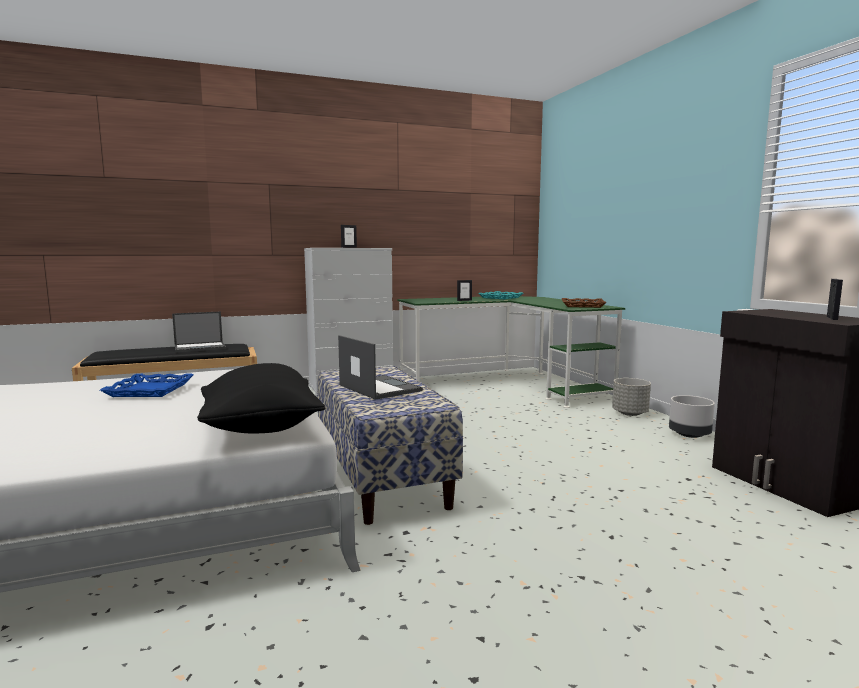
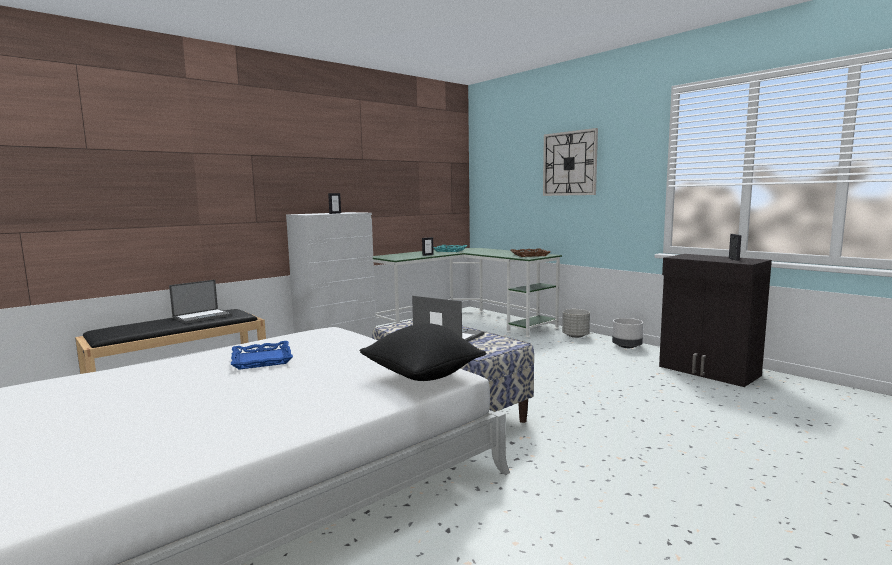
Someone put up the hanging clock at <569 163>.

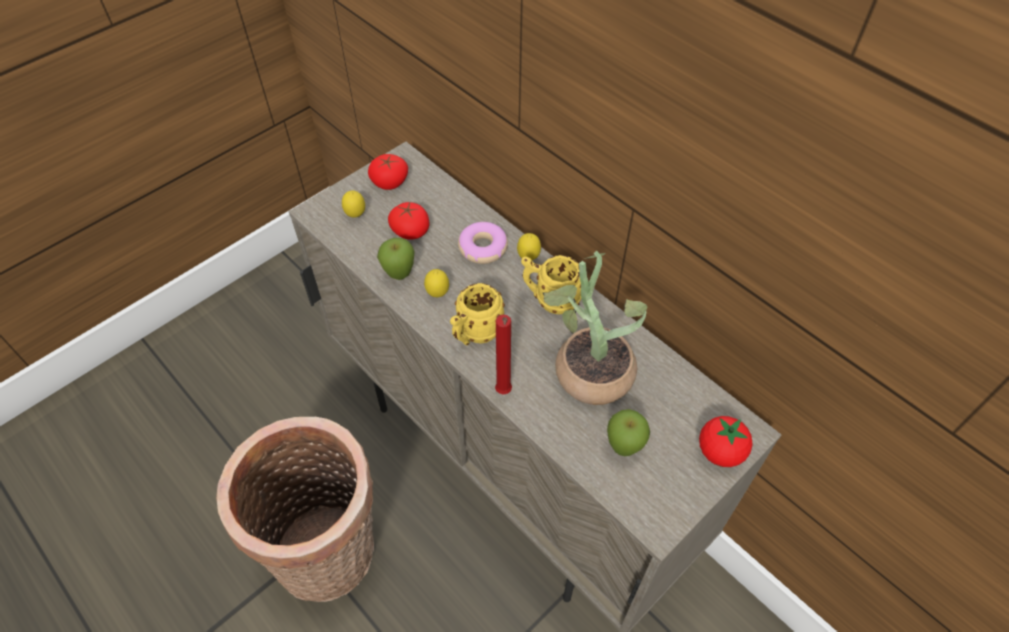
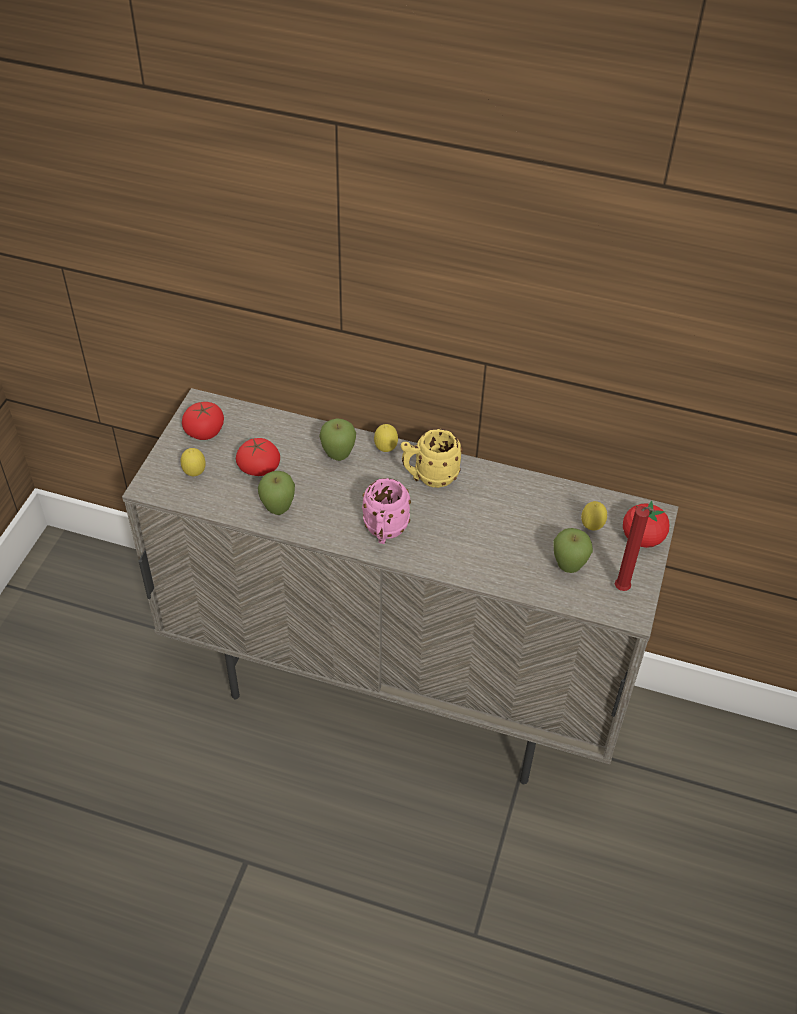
Someone took away the household basket at <331 555>.
Someone carried the lemon from <437 294> to <591 528>.
Someone repainted the mug (yellowish) at <475 334>, which became the mug (pink) at <384 532>.
Someone swapped the doughnut at <483 248> for the apple fruit at <338 457>.
Someone carried the candle (reddish) from <503 393> to <623 590>.
Someone took away the houseplant at <588 366>.

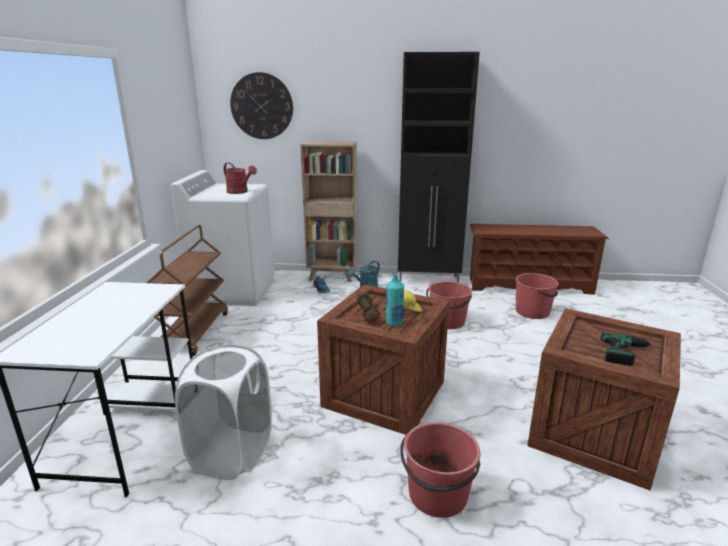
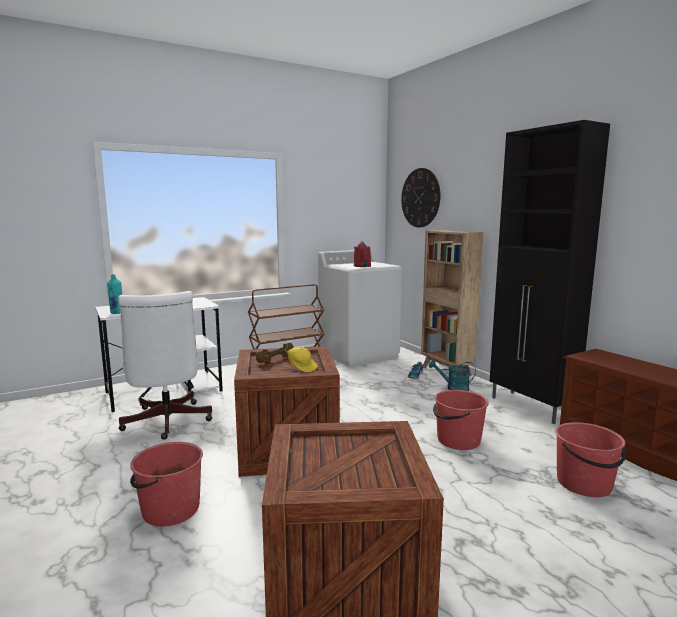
Someone swapped the washing basket (whitish) at <232 454> for the desk chair (whitish) at <166 423>.
Someone carried the drink bottle (turquoise) from <394 323> to <117 312>.
Someone took away the power drill at <632 354>.

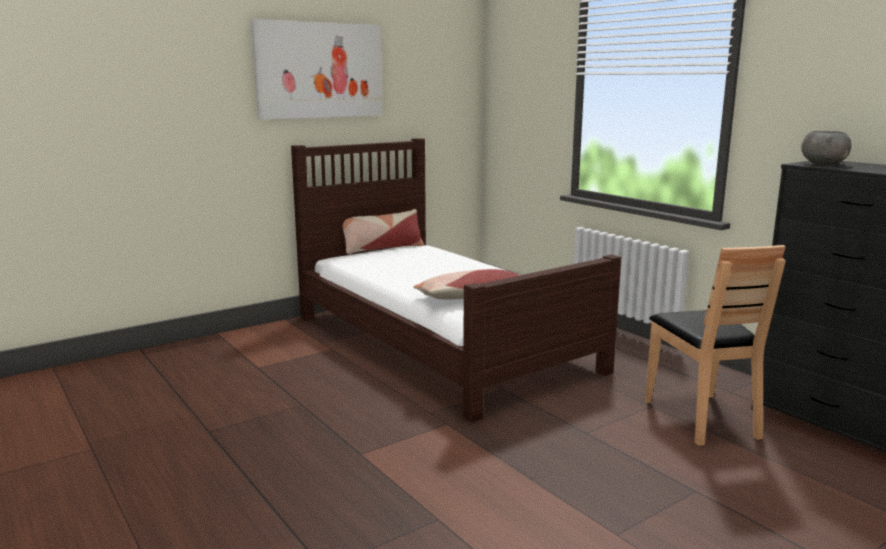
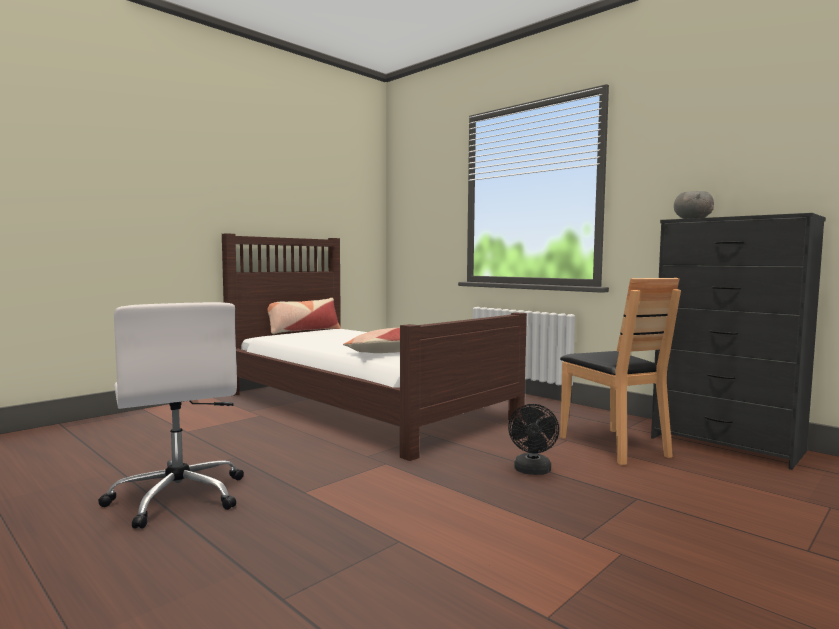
Someone took away the wall picture at <319 70>.
Someone put down the desk chair (whitish) at <178 497>.
Someone put down the electric fan (black) at <532 471>.

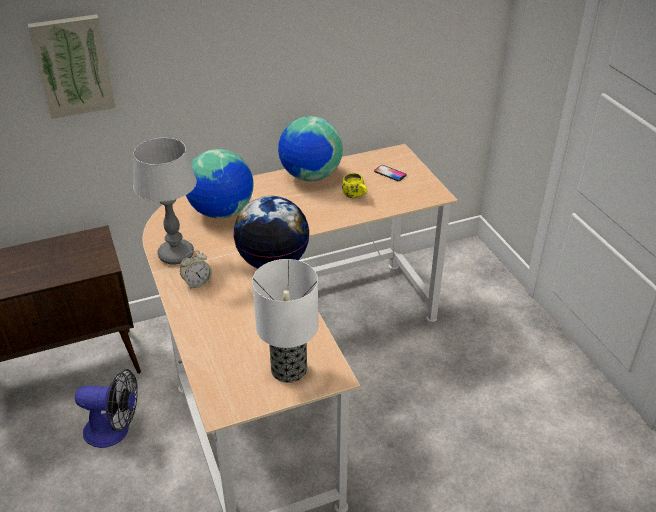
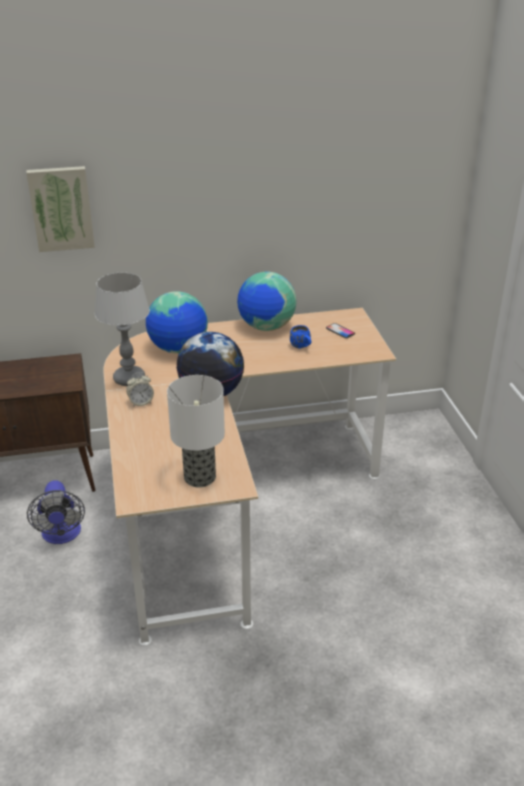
Someone rotated the electric fan at <114 430> by 60 degrees clockwise.
Someone repainted the mug (yellowish) at <355 196>, which became the mug (bluish) at <302 347>.

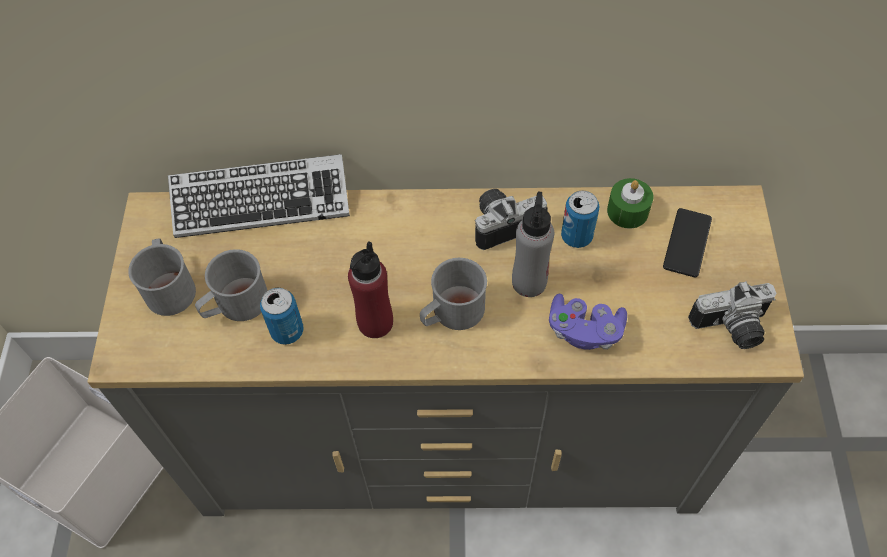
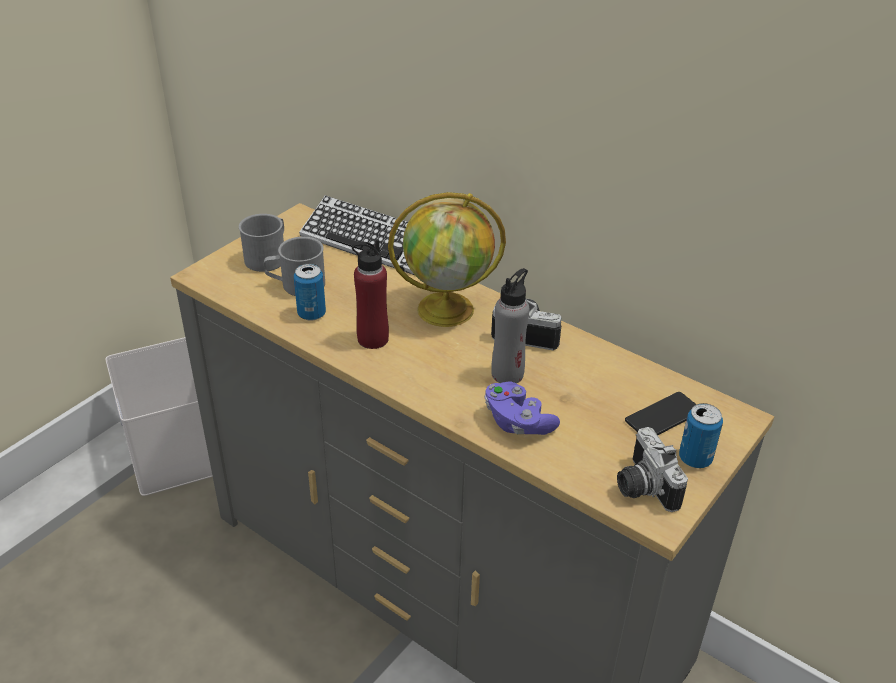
Someone took away the mug (gray) at <451 313>.
Someone carried the can from <576 236> to <695 458>.
Someone took away the candle (green) at <627 211>.
Someone rotated the still camera at <732 329> by 45 degrees clockwise.
Someone put down the globe at <447 309>.

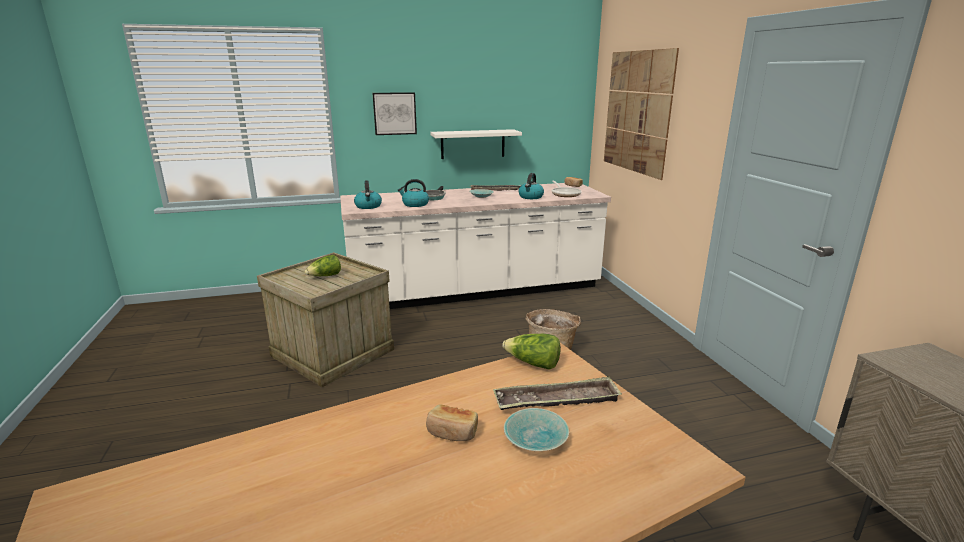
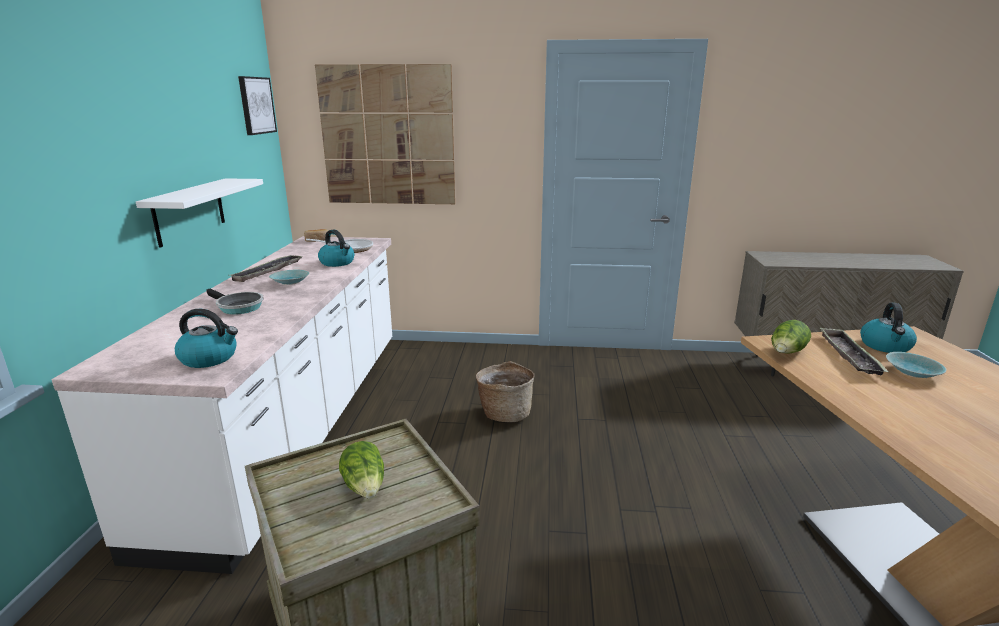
Someone carried the wall picture from <394 113> to <256 105>.
Someone carried the kettle from <415 204> to <885 346>.
Someone took away the bread at <452 432>.

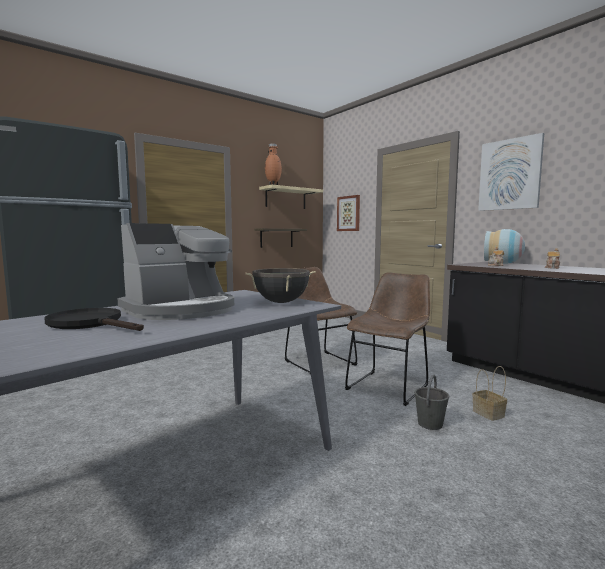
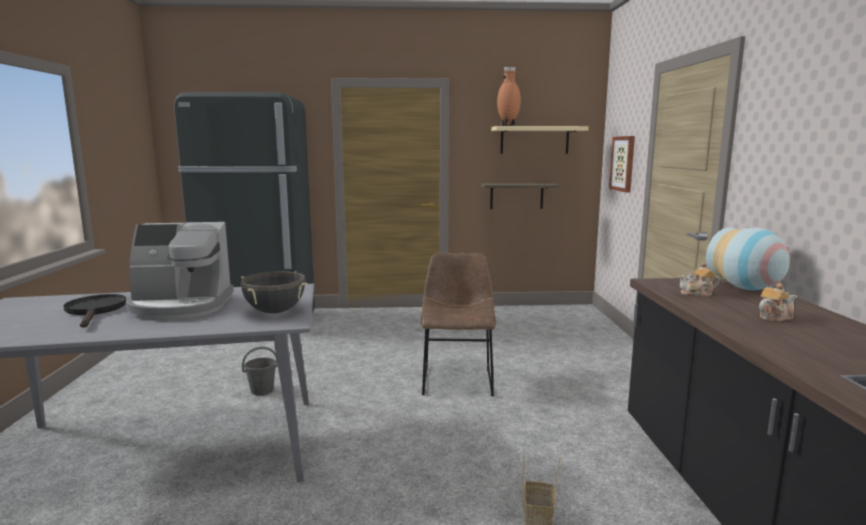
Someone took away the chair (brown-coloured) at <389 386>.
Someone carried the bucket (gray) from <430 424> to <262 390>.
Someone took away the wall picture at <510 174>.

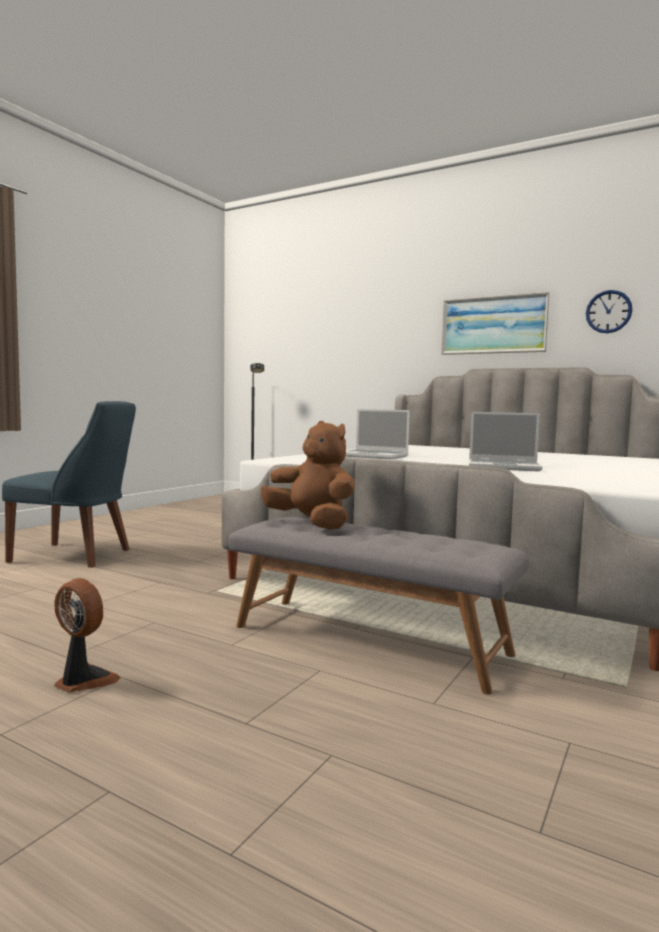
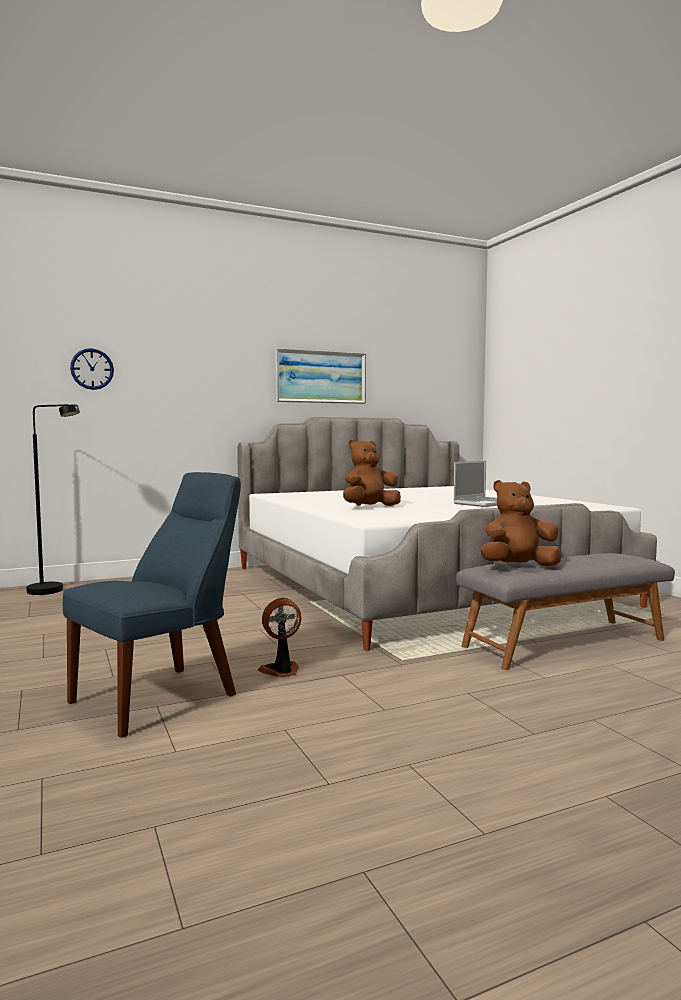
Someone carried the electric fan from <83 681> to <281 671>.
Someone swapped the portable computer at <374 456> for the plush toy (brown-coloured) at <369 507>.
Someone carried the hanging clock from <608 311> to <92 369>.

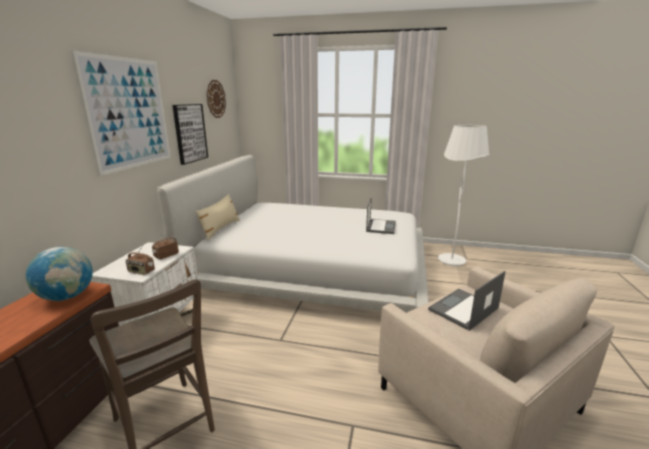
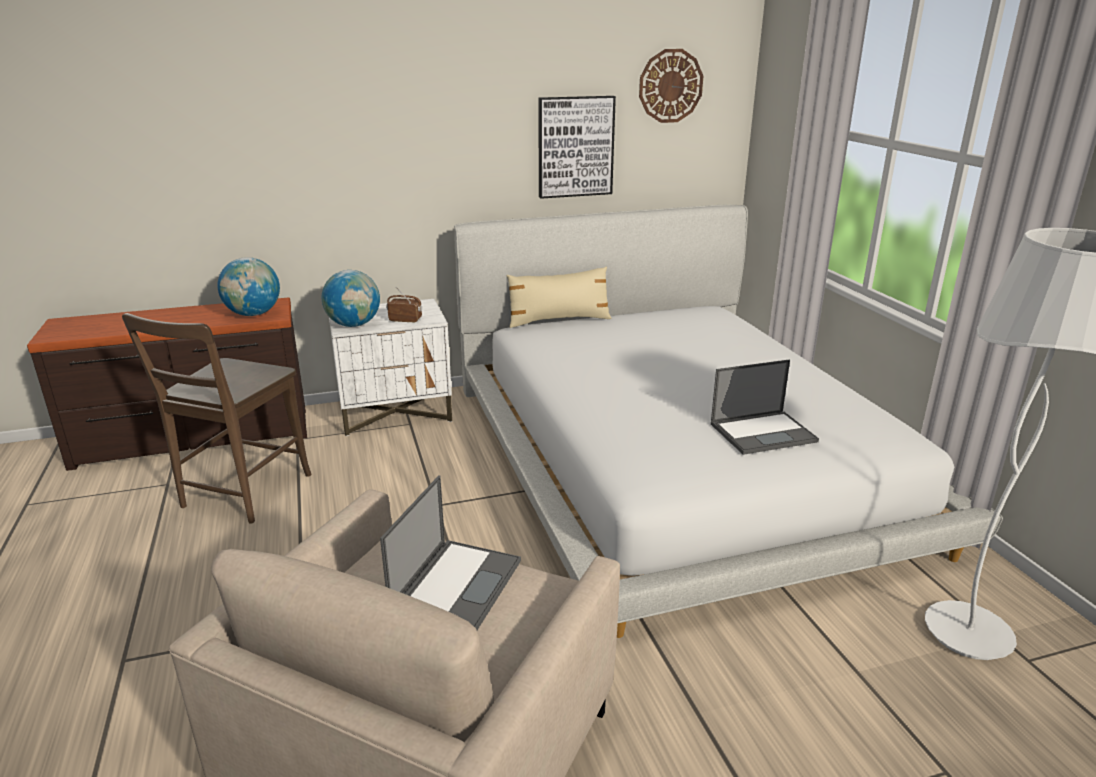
Someone took away the wall picture at <129 113>.
Someone swapped the radio at <141 272> for the globe at <354 325>.
Someone rotated the portable computer at <463 309> by 90 degrees clockwise.

